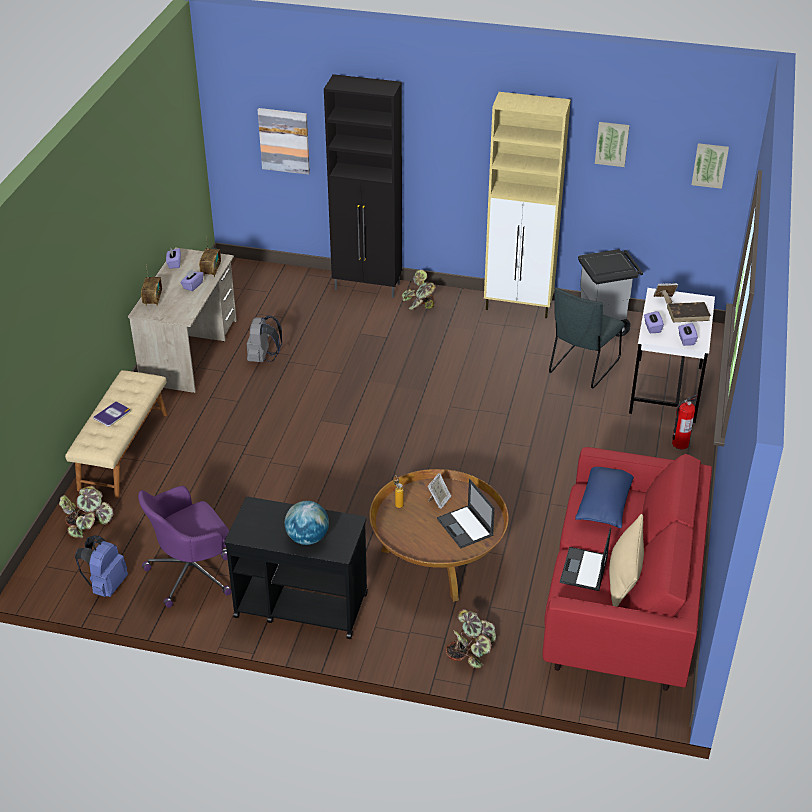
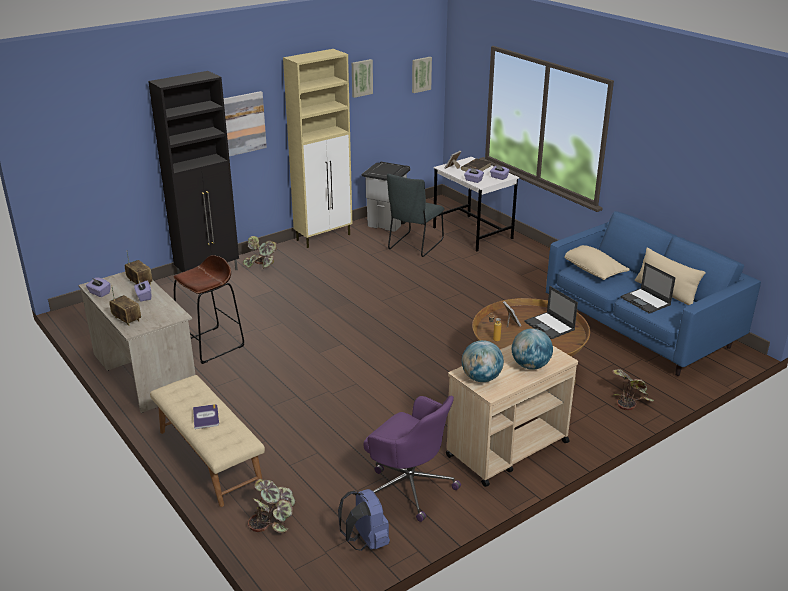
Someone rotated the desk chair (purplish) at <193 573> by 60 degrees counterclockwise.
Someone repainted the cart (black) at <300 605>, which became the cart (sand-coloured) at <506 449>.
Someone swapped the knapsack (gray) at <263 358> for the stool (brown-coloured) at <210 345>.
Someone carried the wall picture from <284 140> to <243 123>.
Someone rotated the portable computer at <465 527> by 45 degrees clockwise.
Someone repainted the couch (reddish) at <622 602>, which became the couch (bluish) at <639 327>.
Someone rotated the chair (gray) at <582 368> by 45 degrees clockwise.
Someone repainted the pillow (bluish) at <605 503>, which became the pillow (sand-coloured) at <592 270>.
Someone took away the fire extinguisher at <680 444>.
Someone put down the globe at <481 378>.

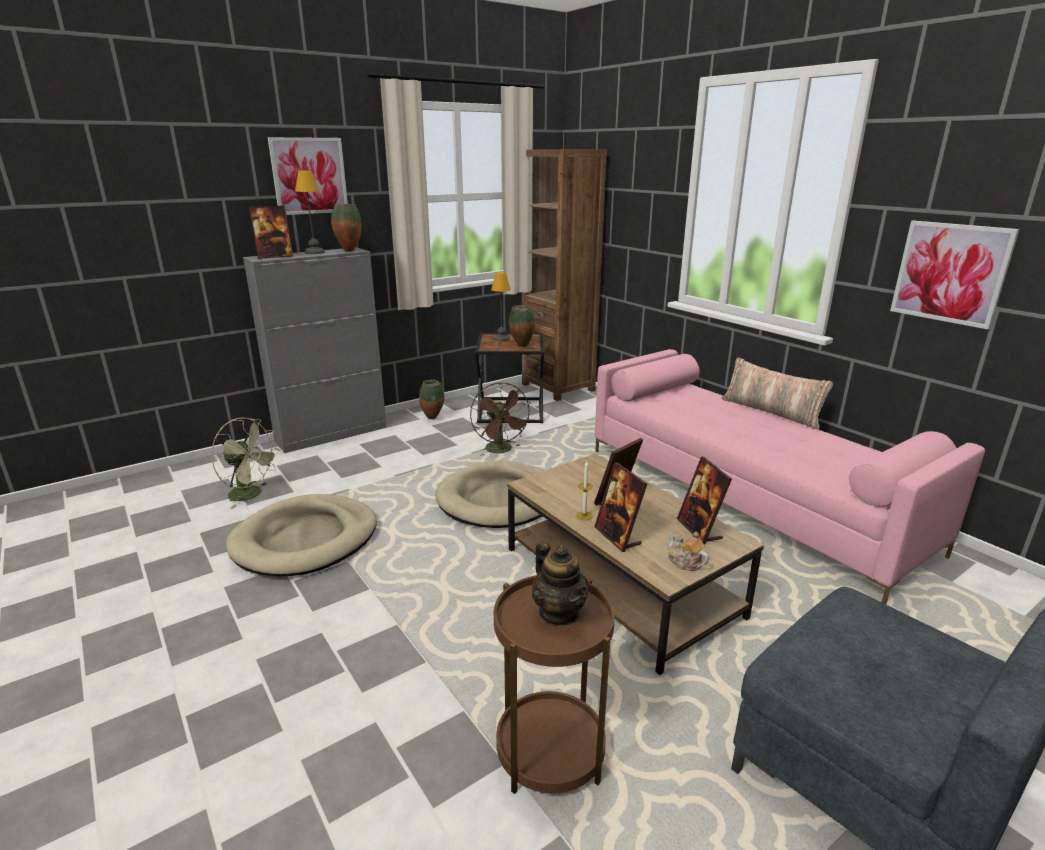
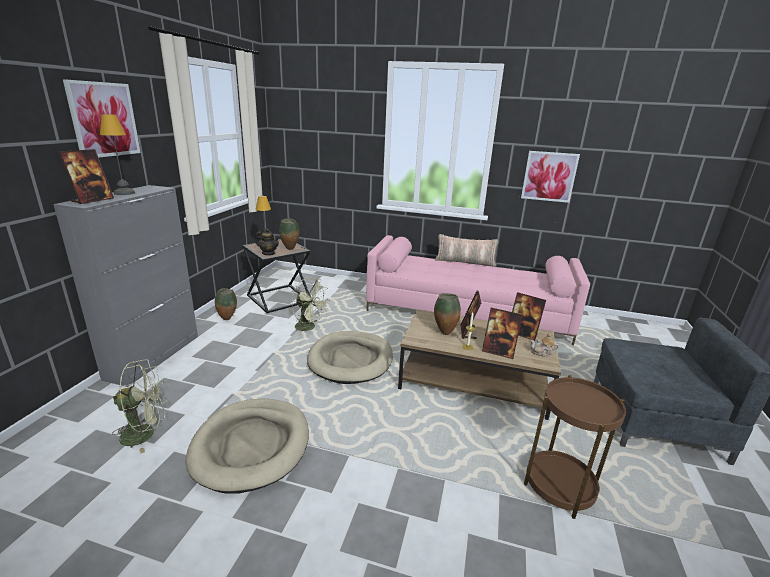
Someone carried the flower vase from <349 251> to <444 333>.
Someone repainted the electric fan (brown-coloured) at <501 451>, which became the electric fan (green) at <309 327>.
Someone took away the bookcase (brown-coloured) at <558 387>.
Someone carried the teapot from <559 612> to <268 253>.

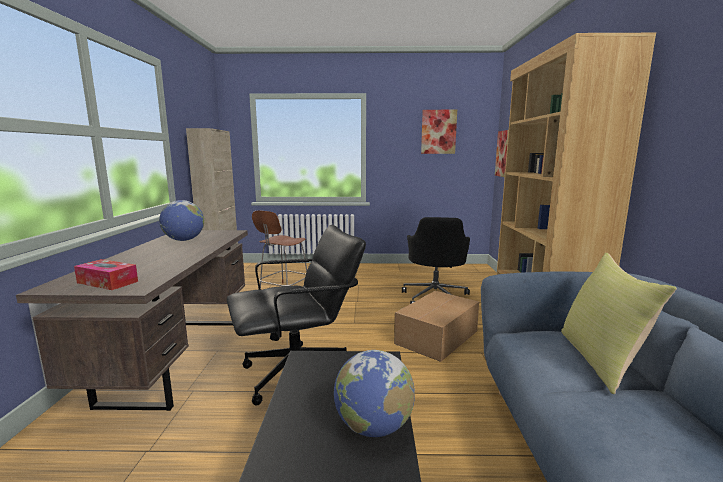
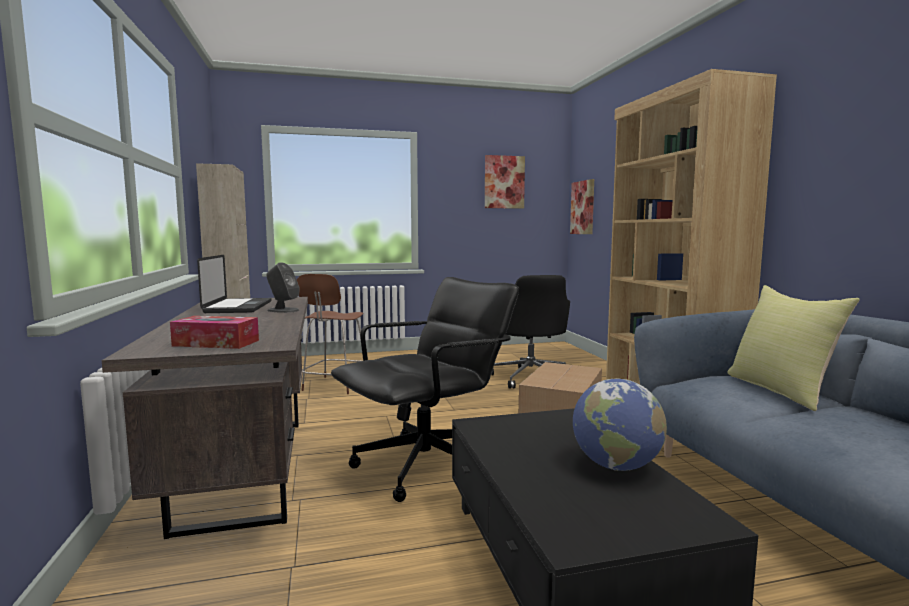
Someone swapped the globe at <184 240> for the portable computer at <238 307>.
Someone put down the speaker (gray) at <283 310>.

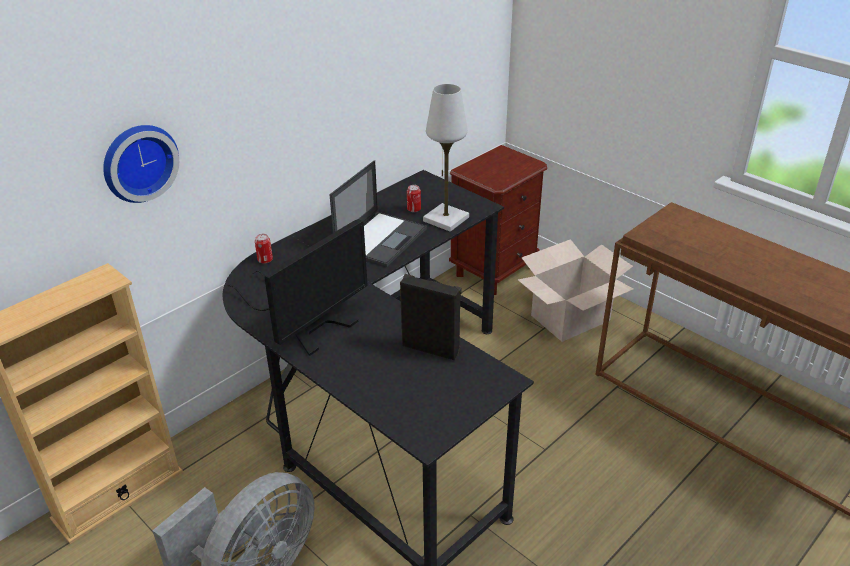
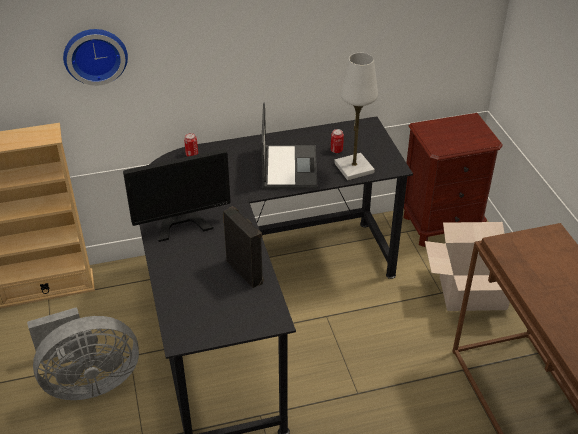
Someone rotated the portable computer at <381 238> by 60 degrees counterclockwise.

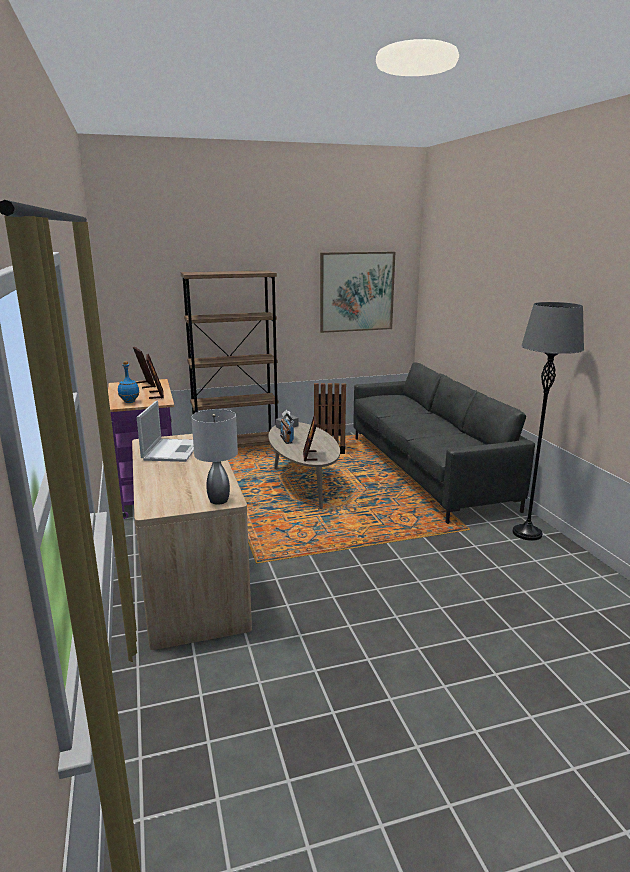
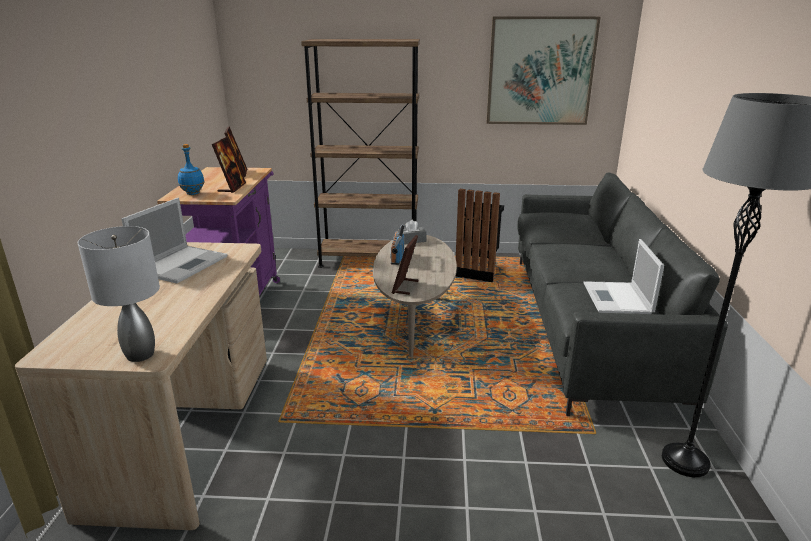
Someone put down the portable computer at <617 299>.

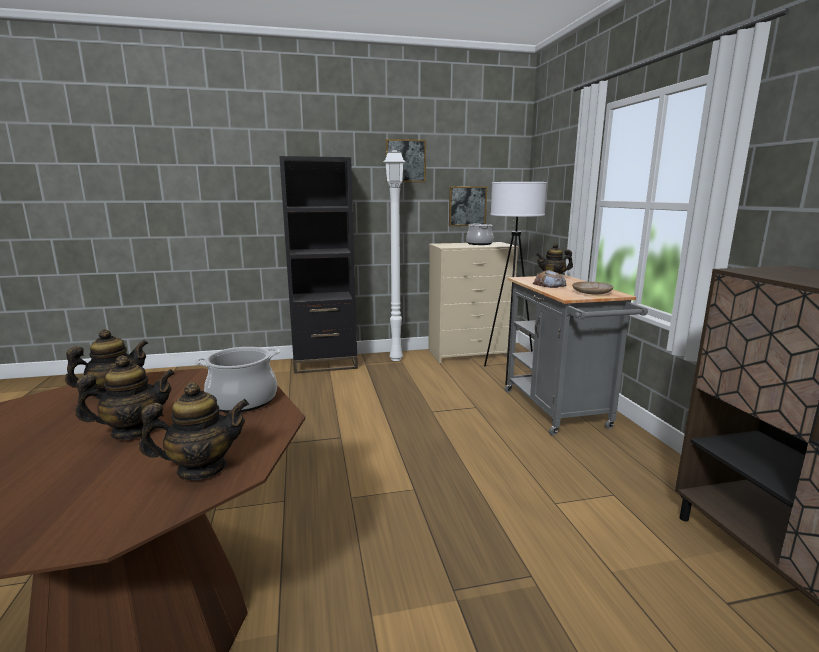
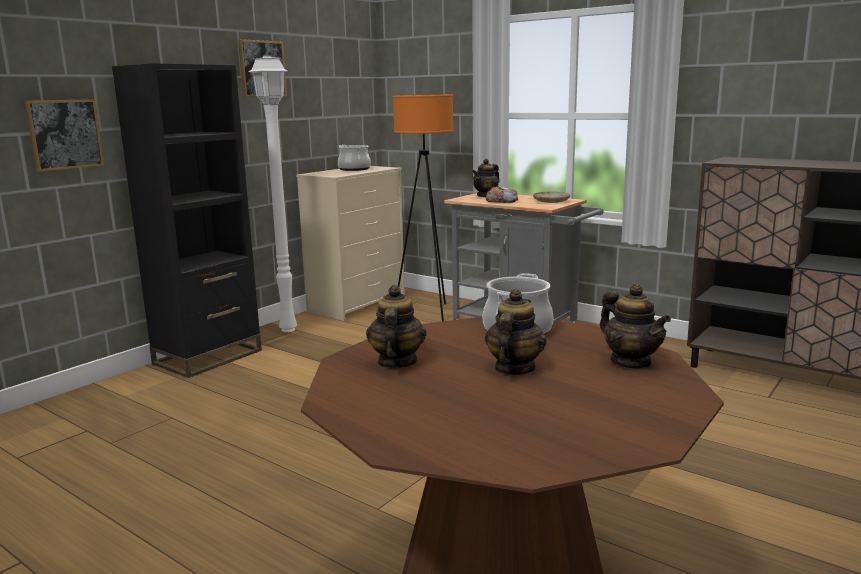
Someone rotated the teapot at <202 469> by 120 degrees clockwise.
Someone carried the wall picture from <467 206> to <65 134>.
Someone repainted the standing lamp (whitish) at <507 373>, which became the standing lamp (orangey) at <427 312>.

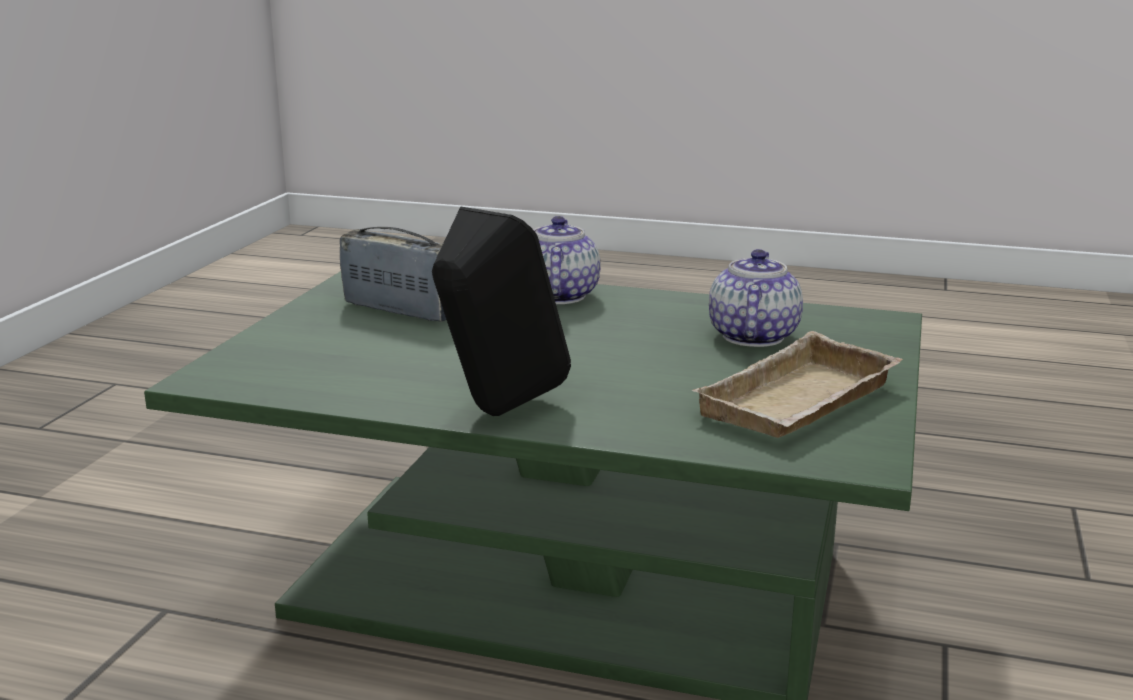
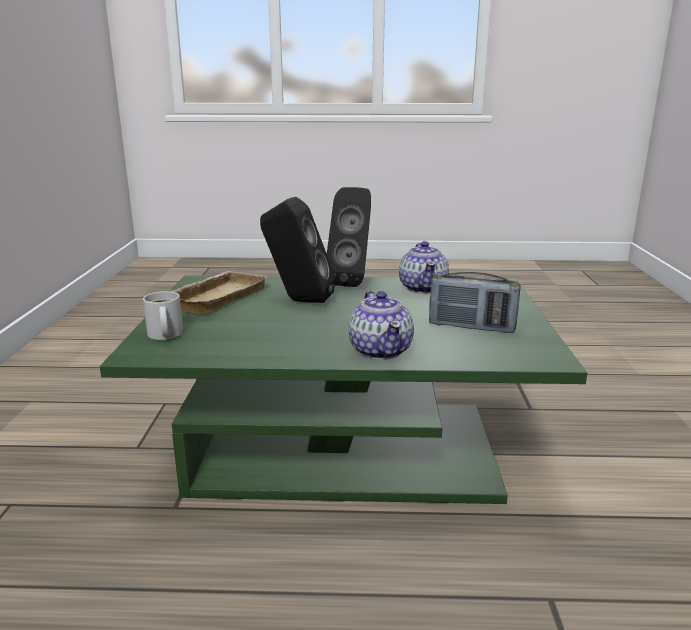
Someone carried the teapot from <752 337> to <423 288>.
Someone put down the mug (whitish) at <164 335>.
Someone put down the speaker (black) at <298 301>.

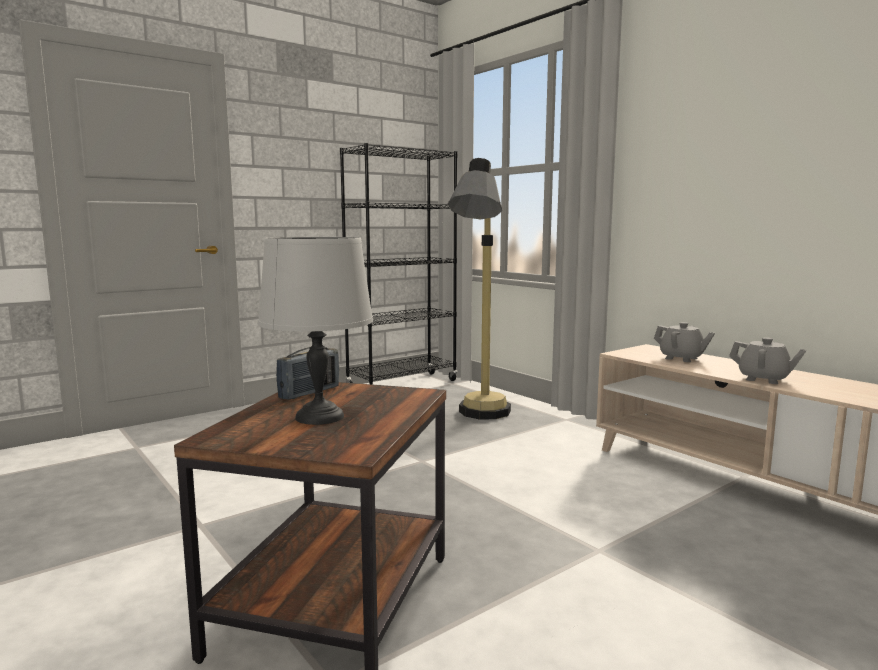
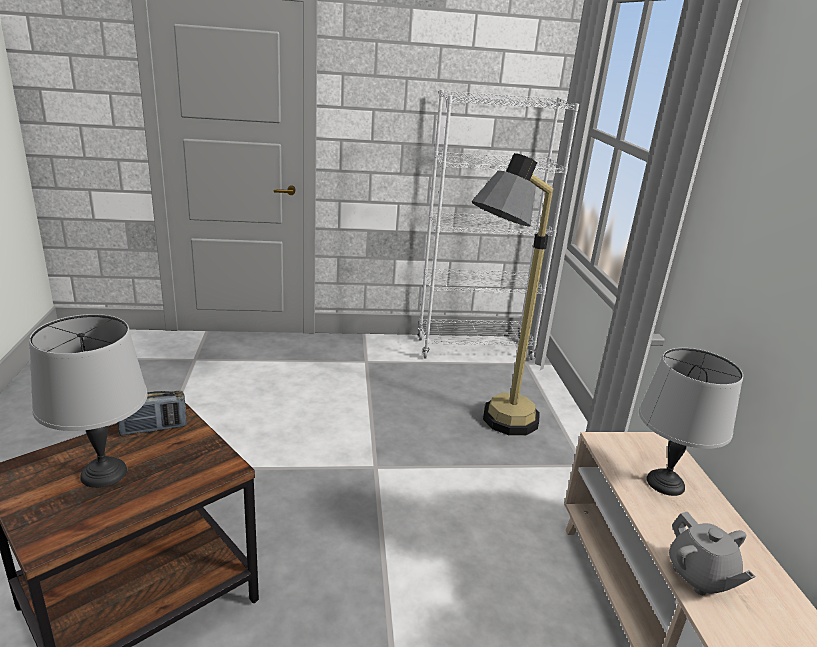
Someone repainted the bookcase (black) at <402 385>, which became the bookcase (whitish) at <474 349>.
Someone swapped the teapot (gray) at <681 358> for the table lamp (gray) at <664 483>.

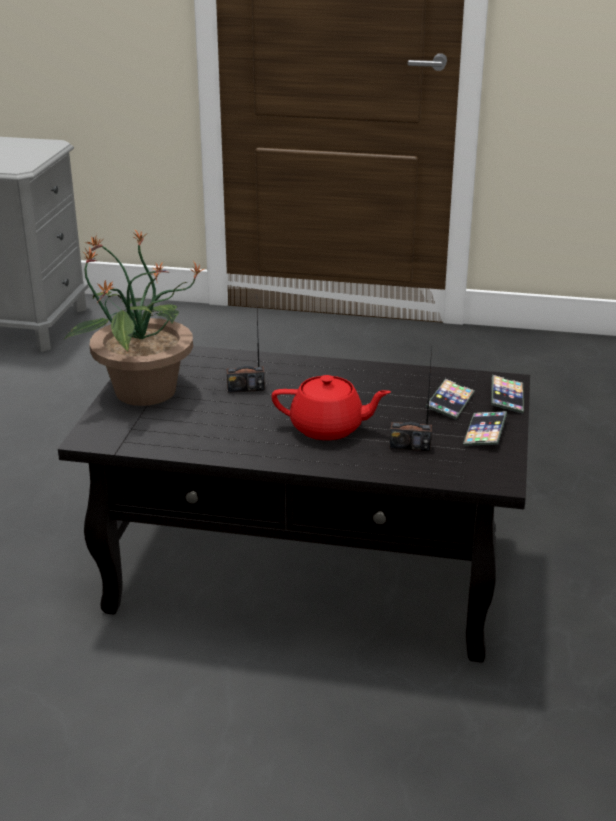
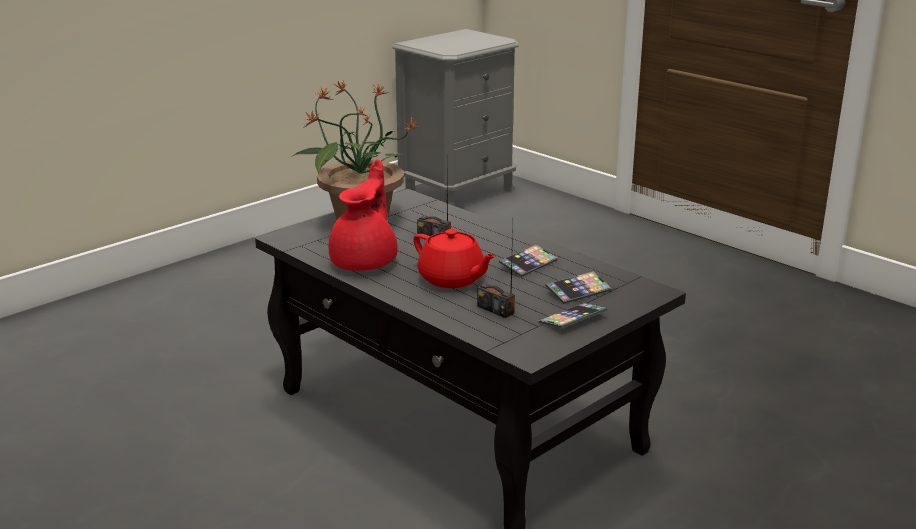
Someone carried the handset from <507 398> to <528 264>.
Someone put down the teapot (reddish) at <366 261>.

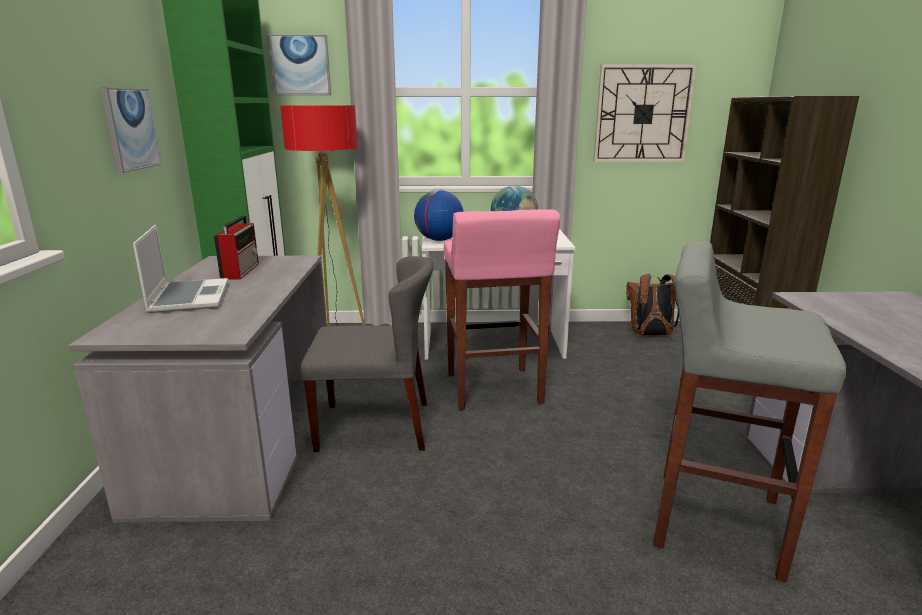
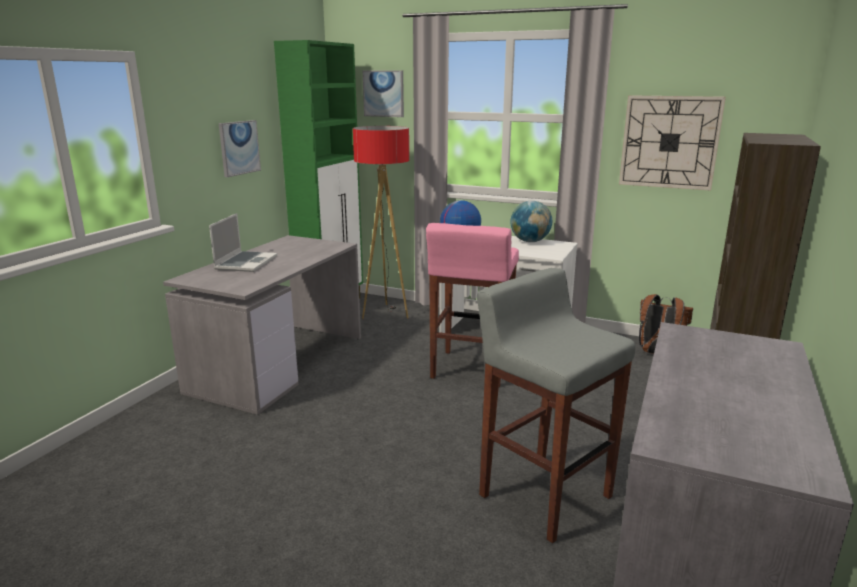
Someone took away the radio at <241 270>.
Someone took away the chair (gray) at <375 425>.

